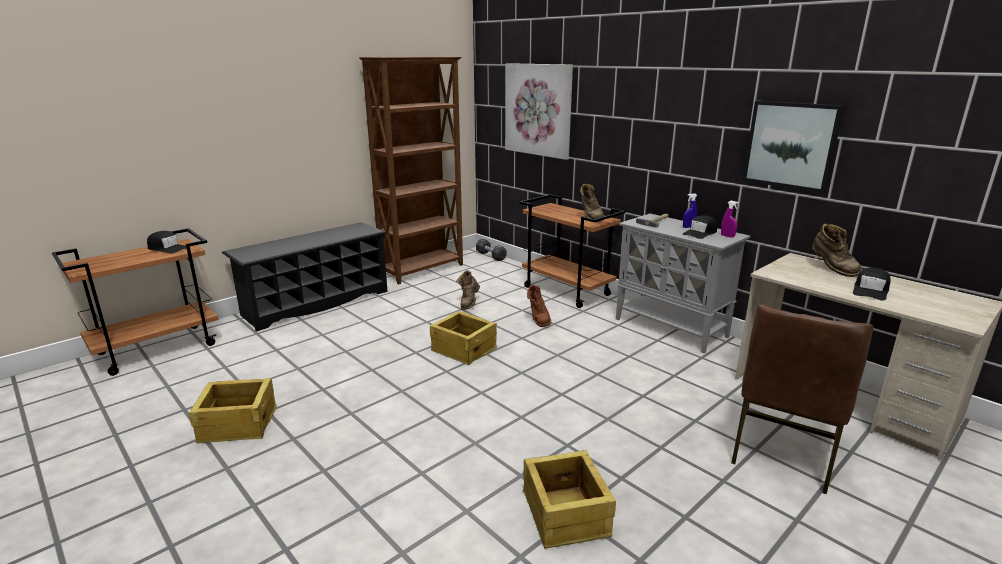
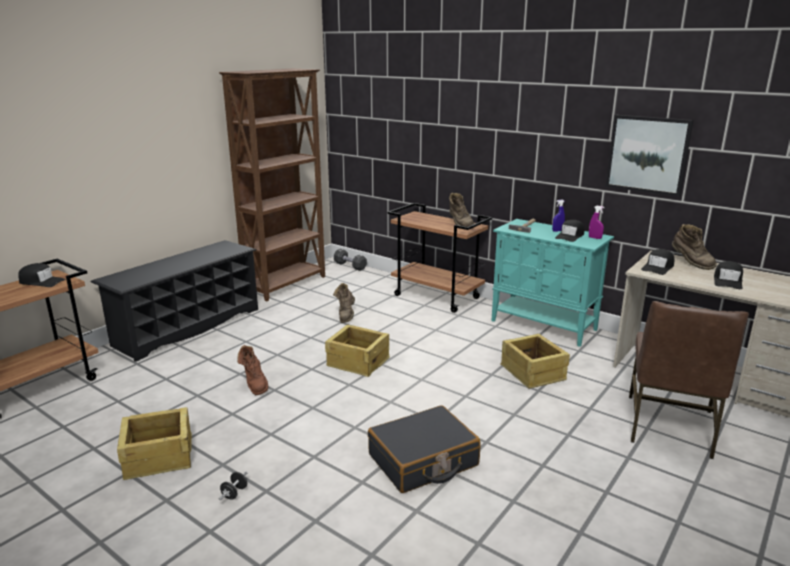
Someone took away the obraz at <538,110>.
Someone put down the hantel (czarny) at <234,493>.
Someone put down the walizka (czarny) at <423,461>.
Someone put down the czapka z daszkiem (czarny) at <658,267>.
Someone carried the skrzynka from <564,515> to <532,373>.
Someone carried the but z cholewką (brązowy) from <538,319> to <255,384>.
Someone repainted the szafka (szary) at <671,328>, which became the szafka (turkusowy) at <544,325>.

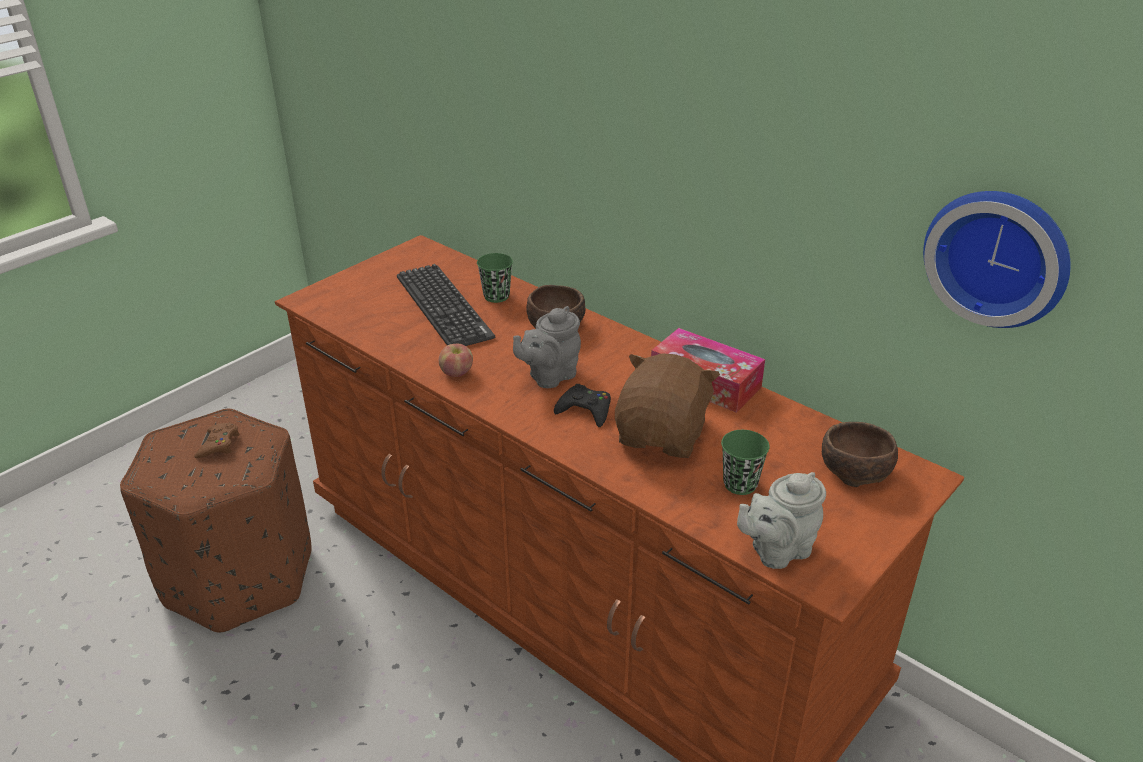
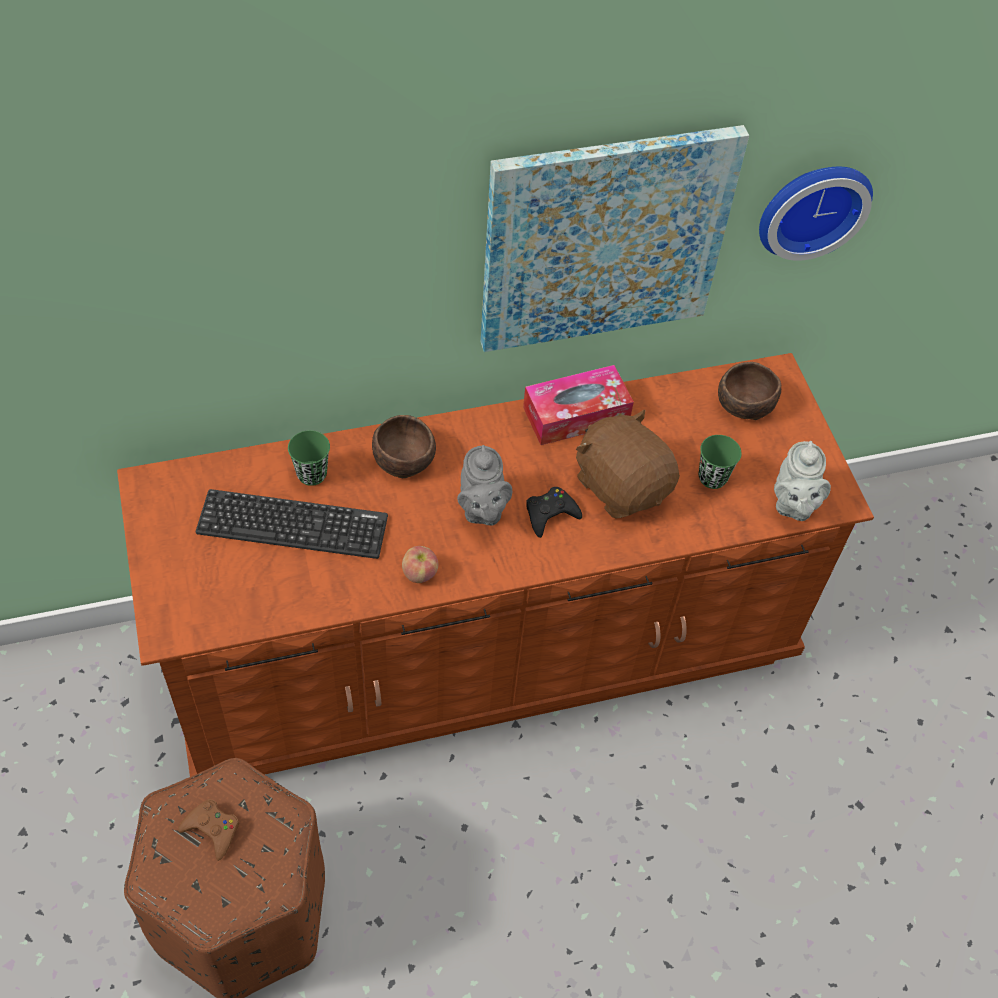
Someone put up the obraz at <604,239>.

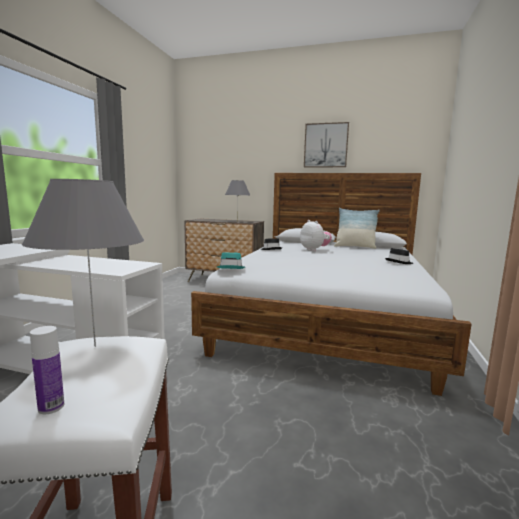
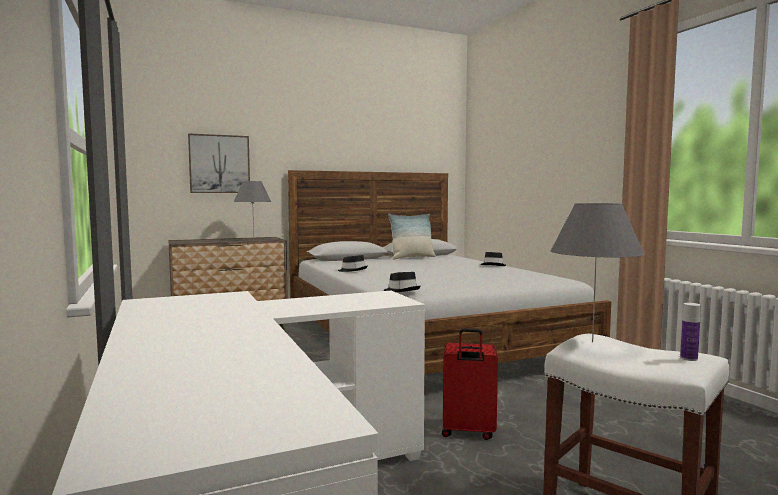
Someone took away the pluszak at <314,250>.
Someone put down the walizka (czerwony) at <468,432>.
Someone carried the obraz from <326,145> to <219,164>.
Someone repainted the kapelusz (turkusowy) at <231,268>, which became the kapelusz (czarny) at <401,290>.

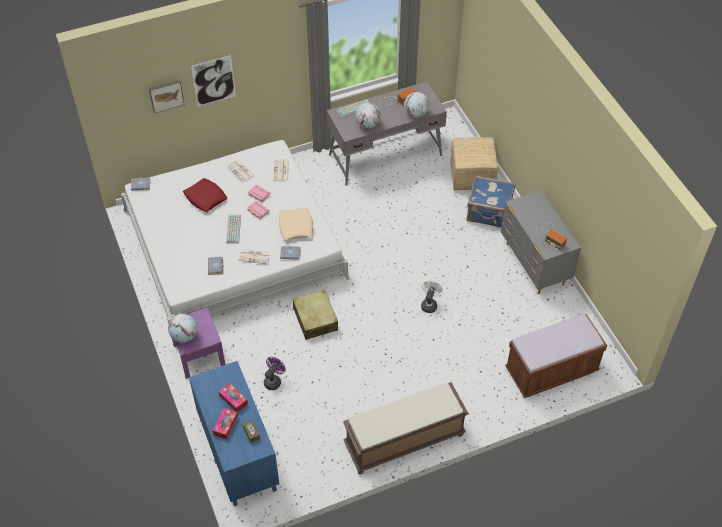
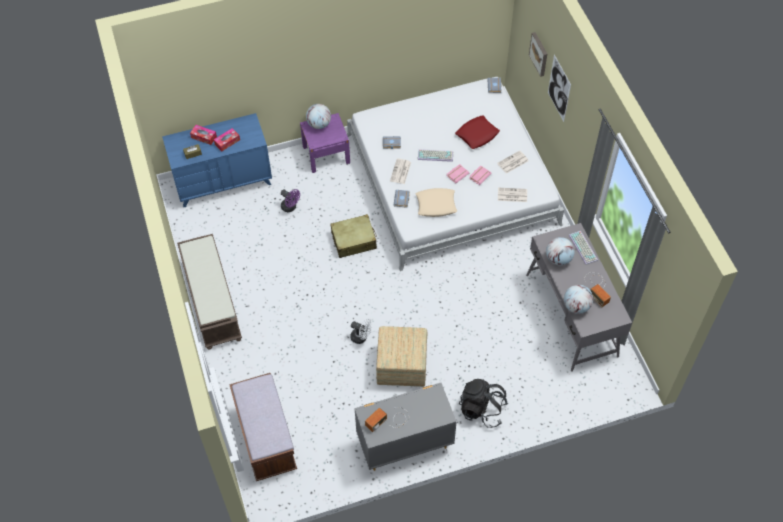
Someone carried the pufa from <472,176> to <401,366>.
Someone swapped the walizka (niebieski) at <489,213> for the plecak (czarny) at <482,409>.

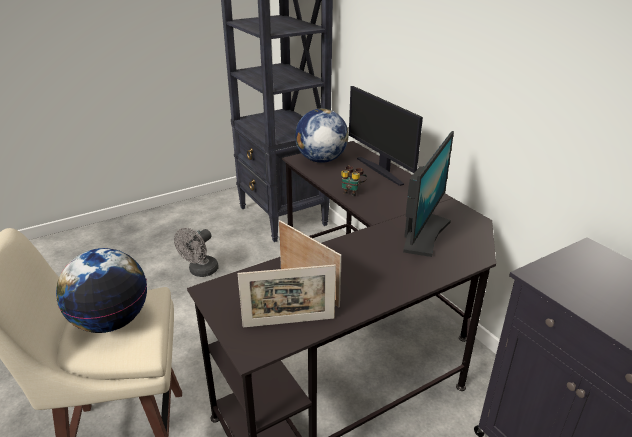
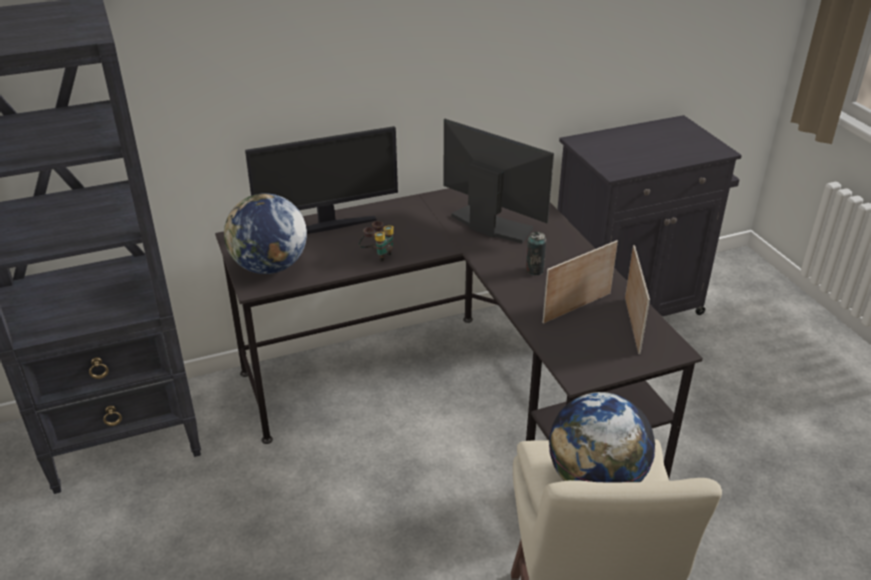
Someone took away the wentylator (szary) at <200,272>.
Someone put down the puszka at <534,270>.

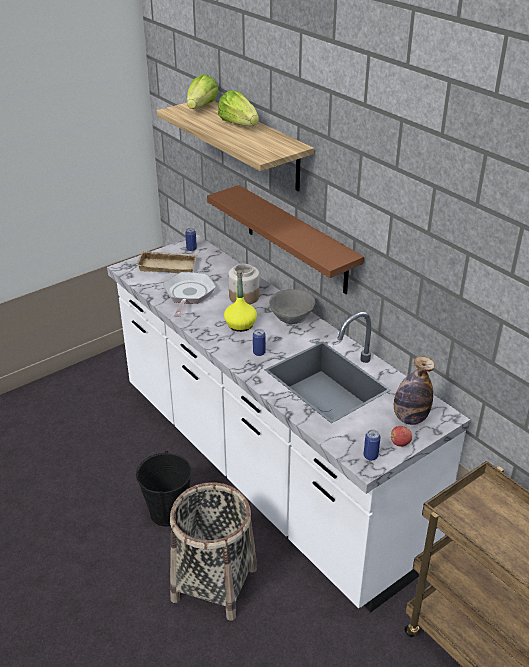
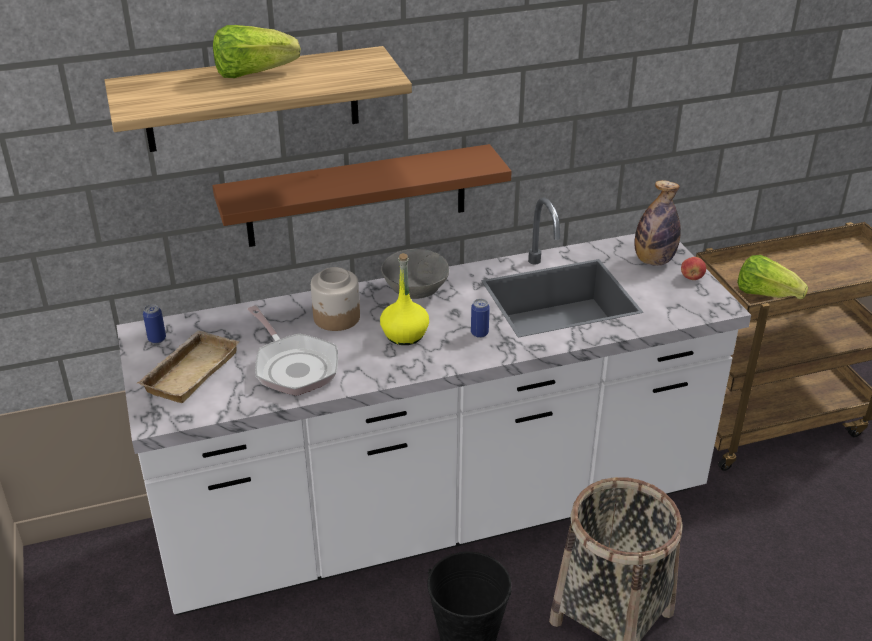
Someone took away the puszka at <370,456>.
Someone carried the sałata from <201,107> to <765,294>.
Someone rotated the patelnia at <188,295> by 150 degrees counterclockwise.

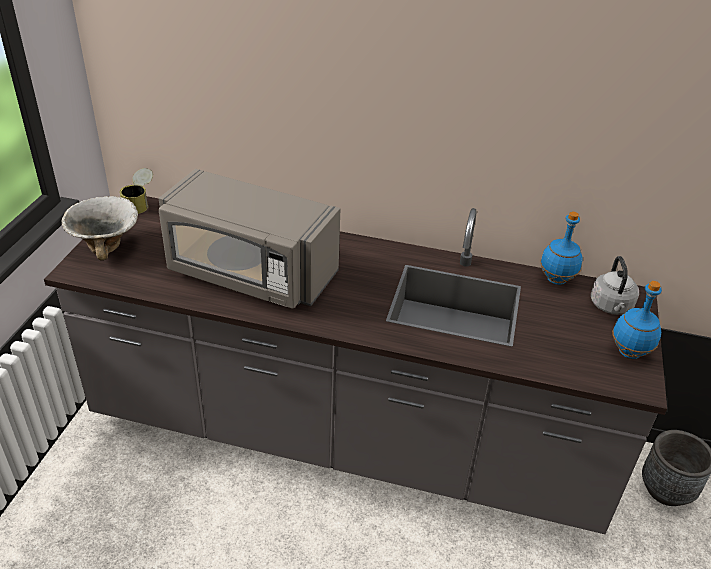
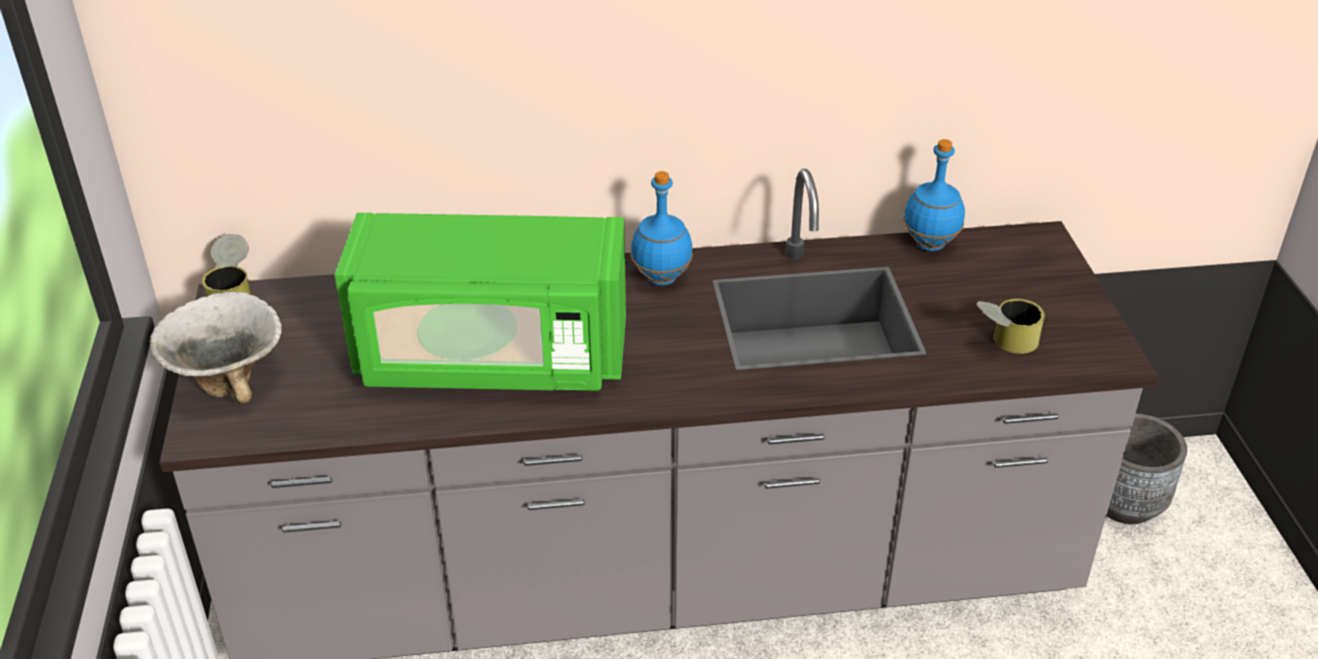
Someone took away the czajnik (szary) at <611,307>.
Someone put down the puszka at <1003,343>.
Someone carried the butelka (niebieski) from <629,353> to <661,279>.
Someone repainted the mikrofalówka (szary) at <250,273>, which became the mikrofalówka (zielony) at <492,358>.

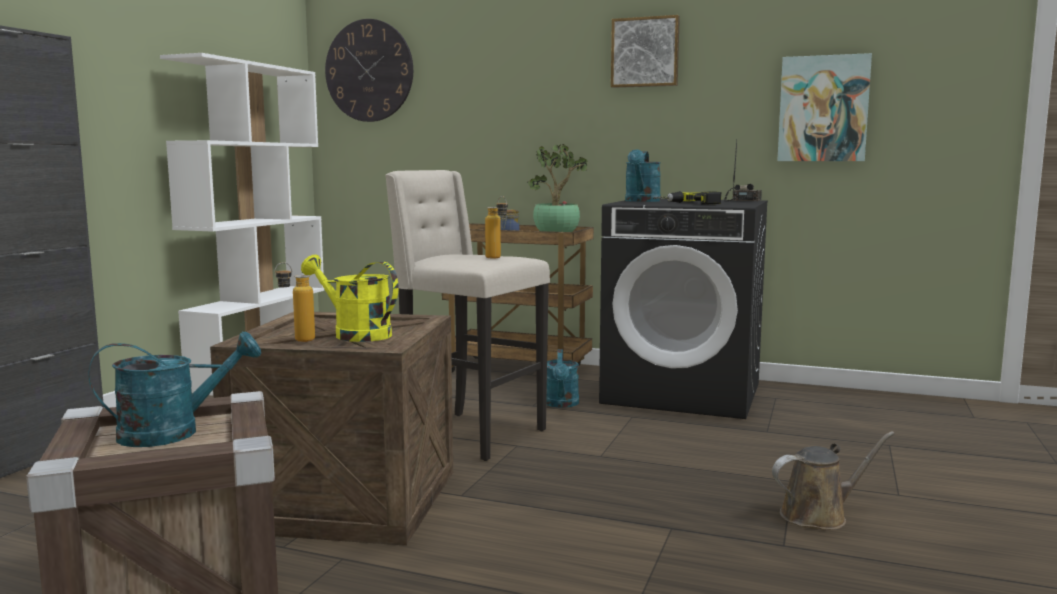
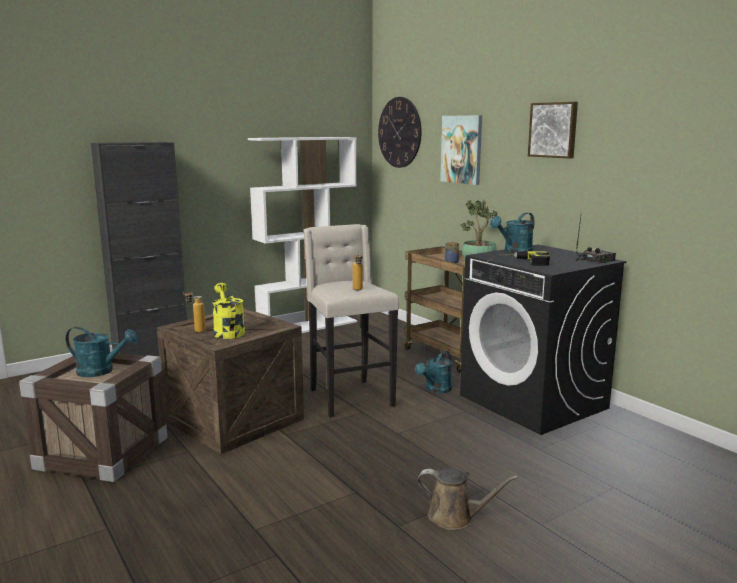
Someone carried the obraz from <823,109> to <462,149>.

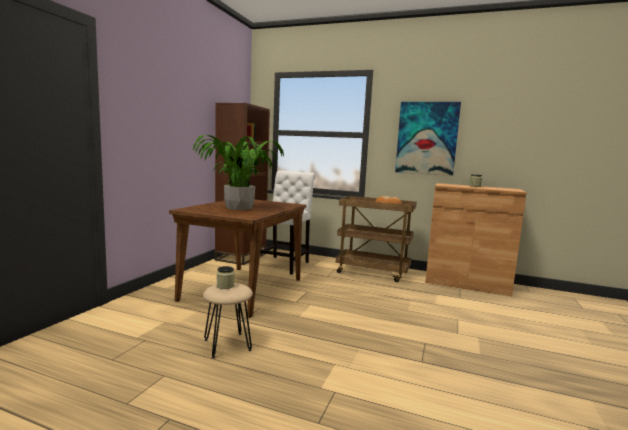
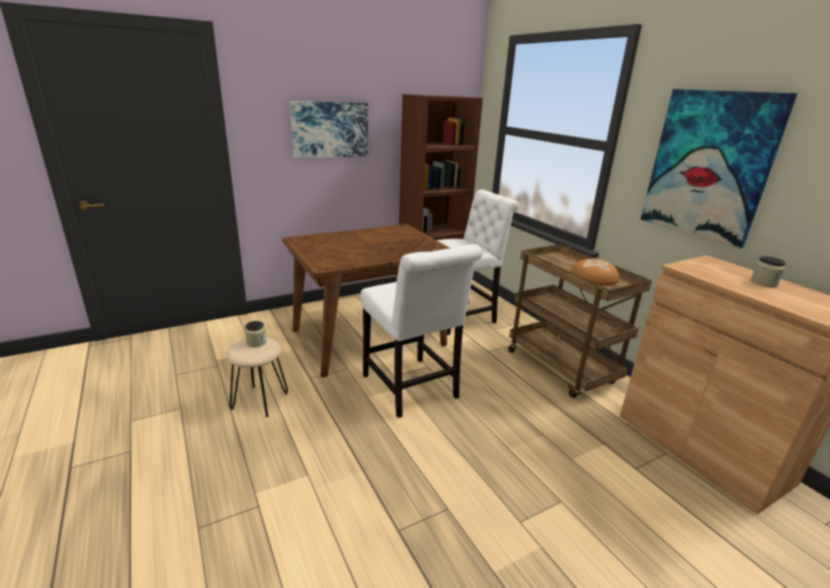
Someone took away the roślina doniczkowa at <239,208>.
Someone put up the obraz at <330,129>.
Someone put down the krzesło (biały) at <412,389>.

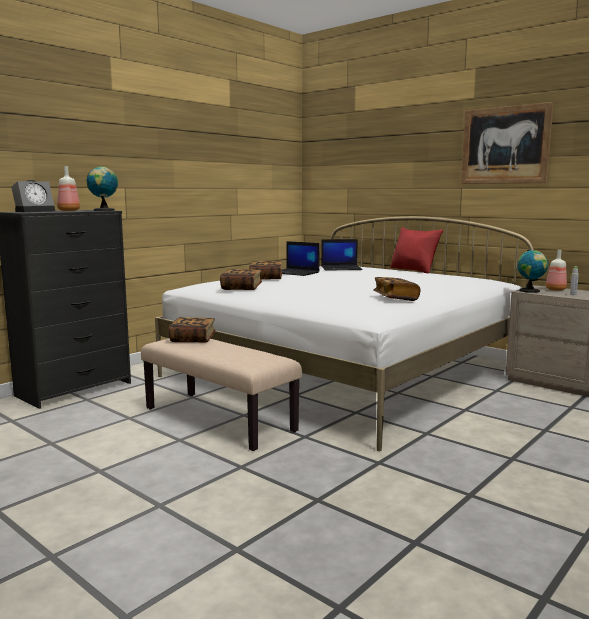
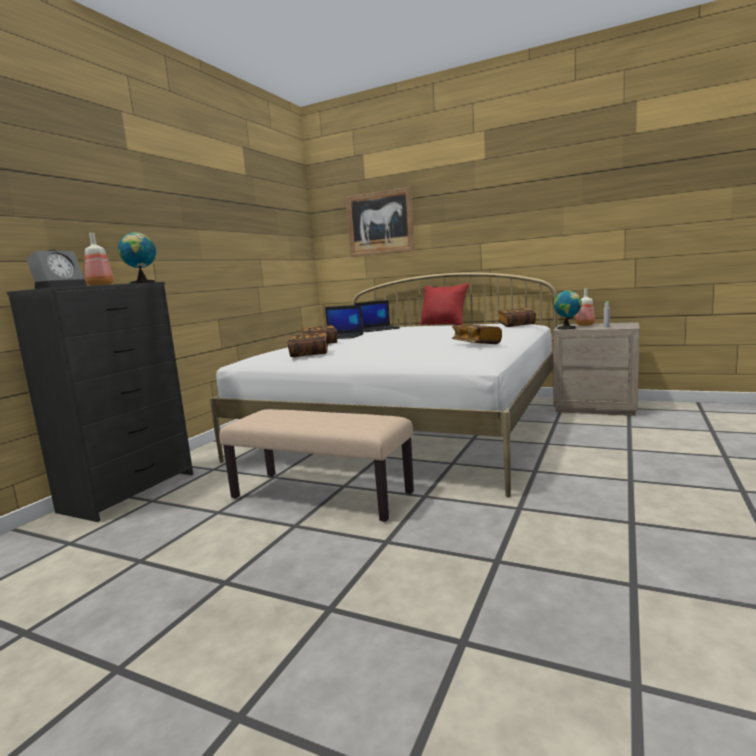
Someone carried the książka from <193,339> to <516,325>.
Someone carried the obraz from <505,145> to <380,223>.

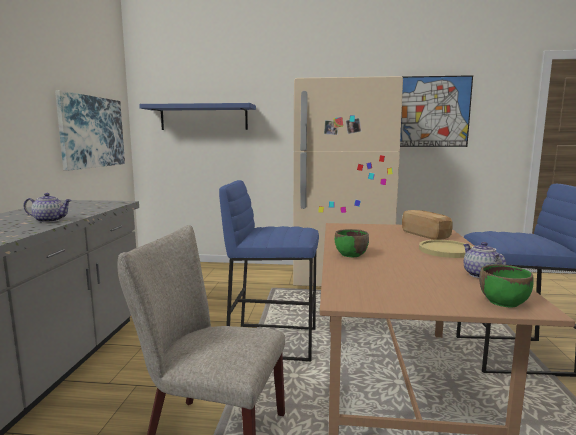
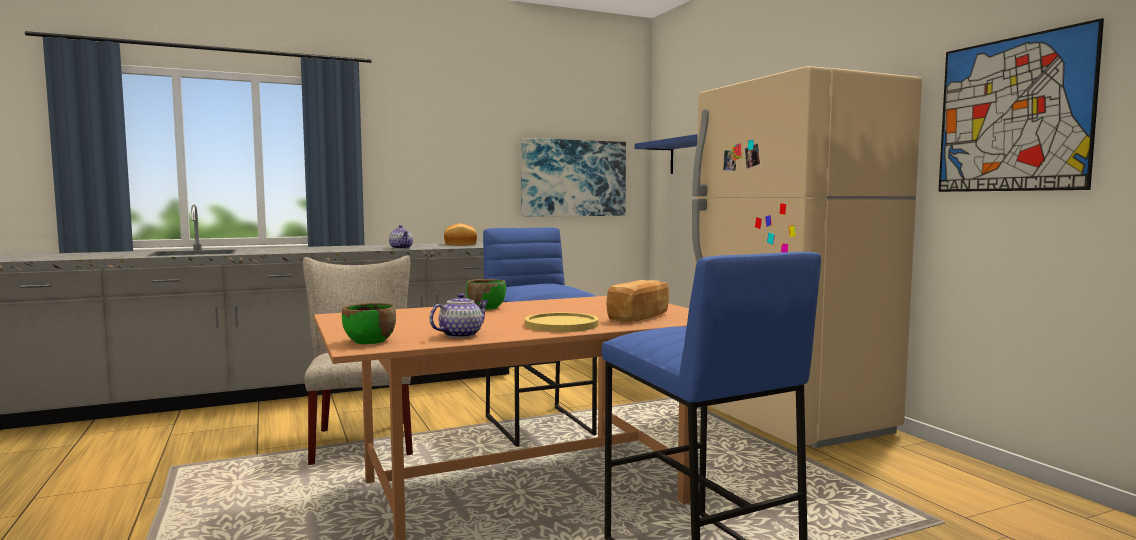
Someone put down the chleb at <461,244>.

